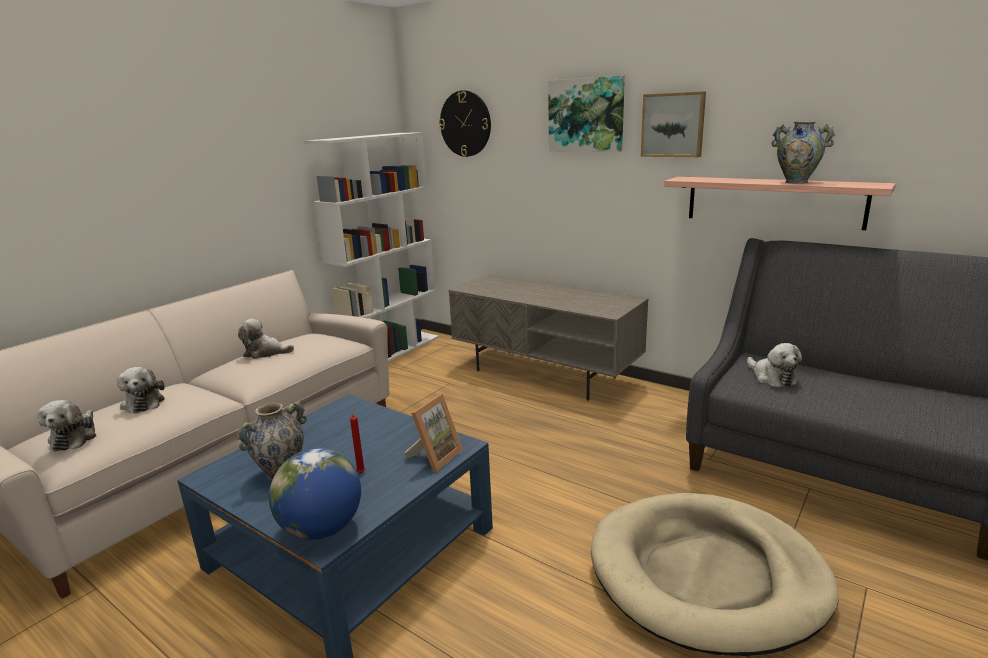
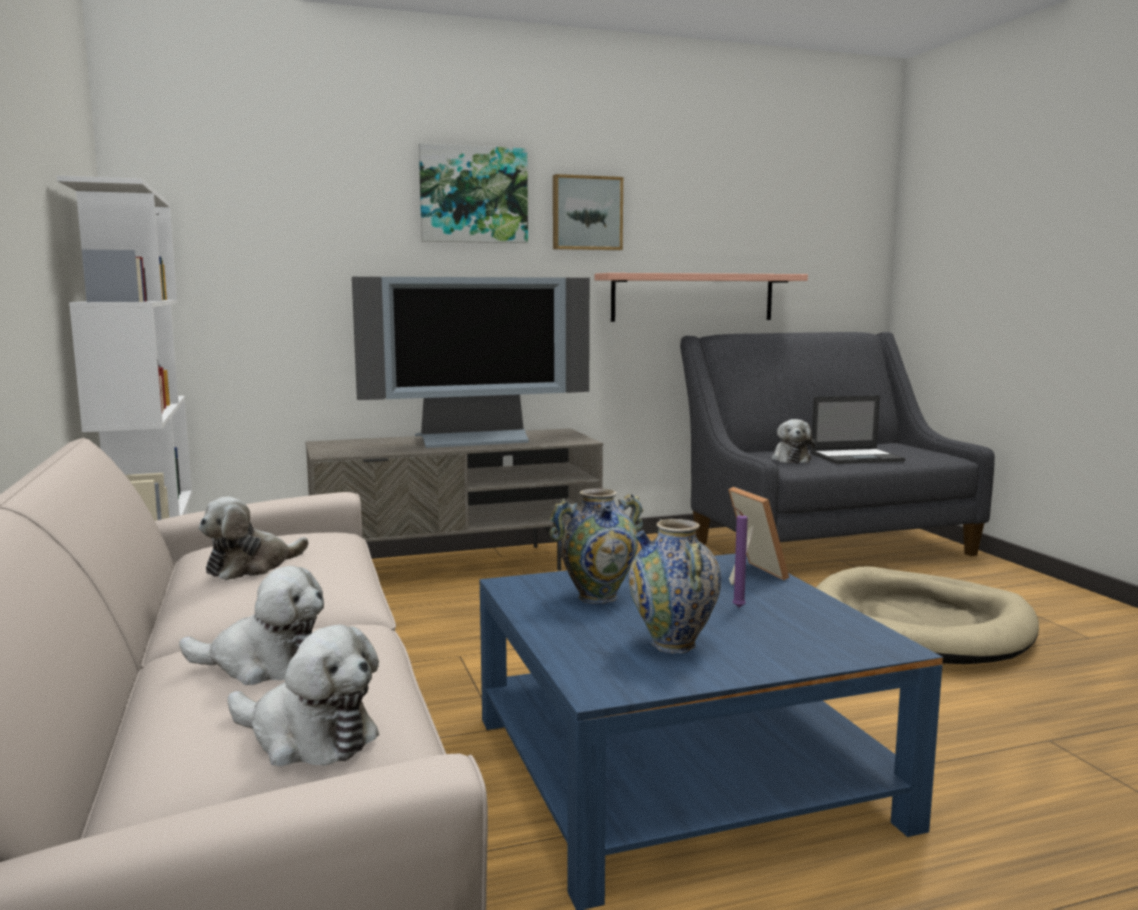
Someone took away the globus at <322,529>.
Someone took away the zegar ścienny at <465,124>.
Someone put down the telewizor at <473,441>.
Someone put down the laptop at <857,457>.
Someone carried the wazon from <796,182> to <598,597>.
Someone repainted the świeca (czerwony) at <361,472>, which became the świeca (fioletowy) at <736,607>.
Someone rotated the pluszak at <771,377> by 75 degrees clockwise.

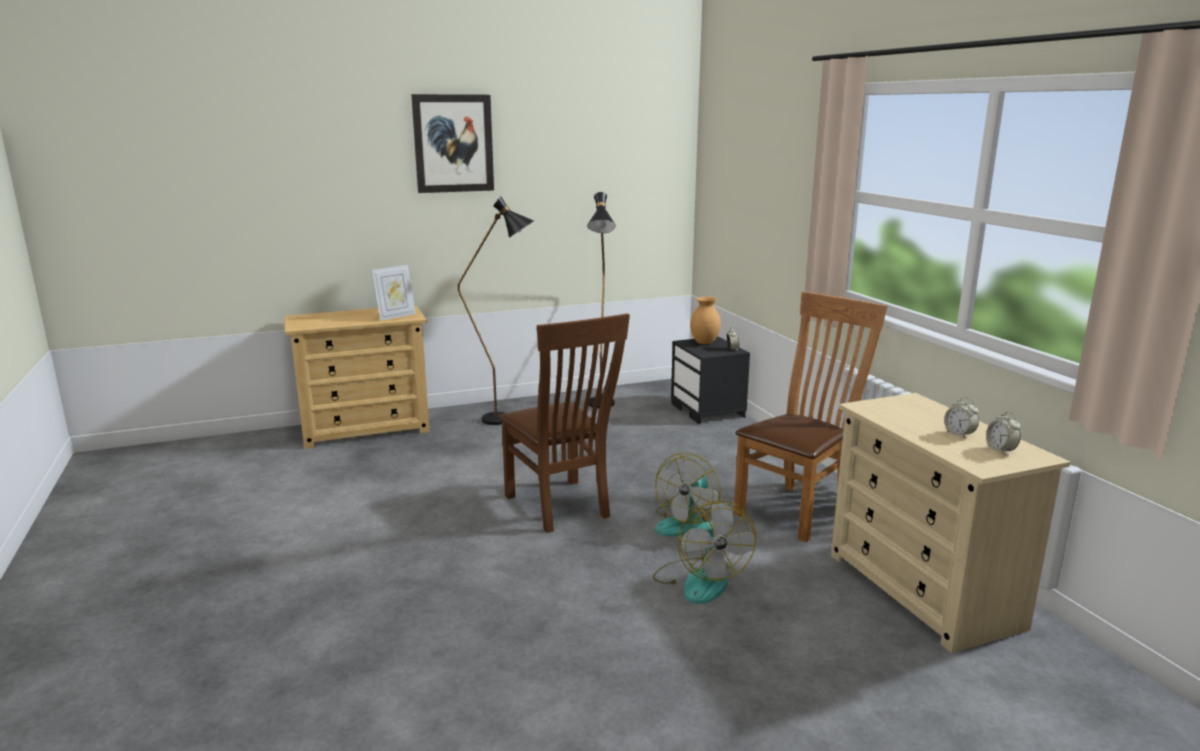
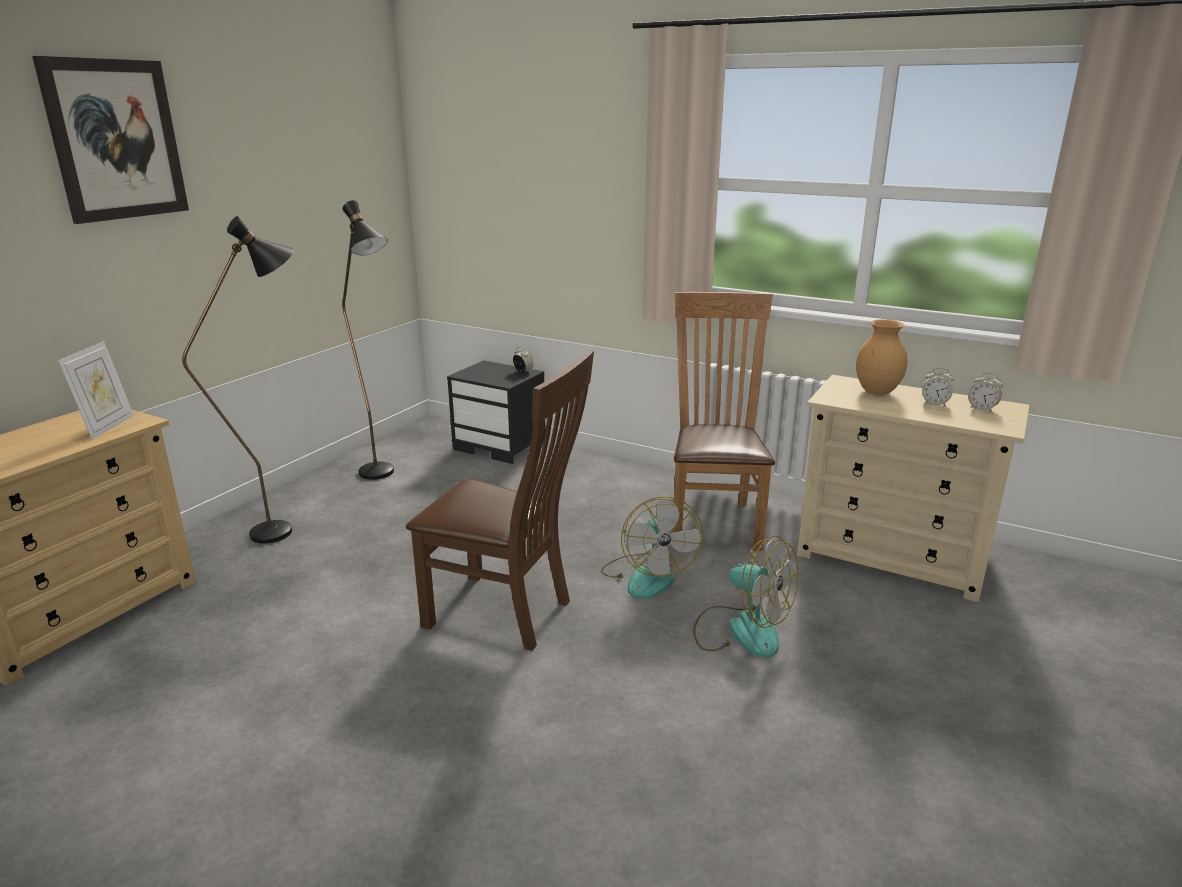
Someone carried the wazon (brązowy) from <705,343> to <877,392>.

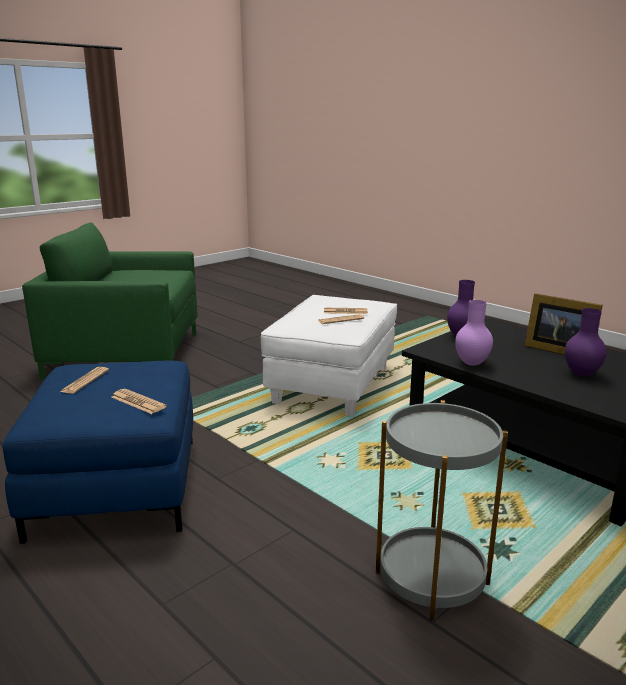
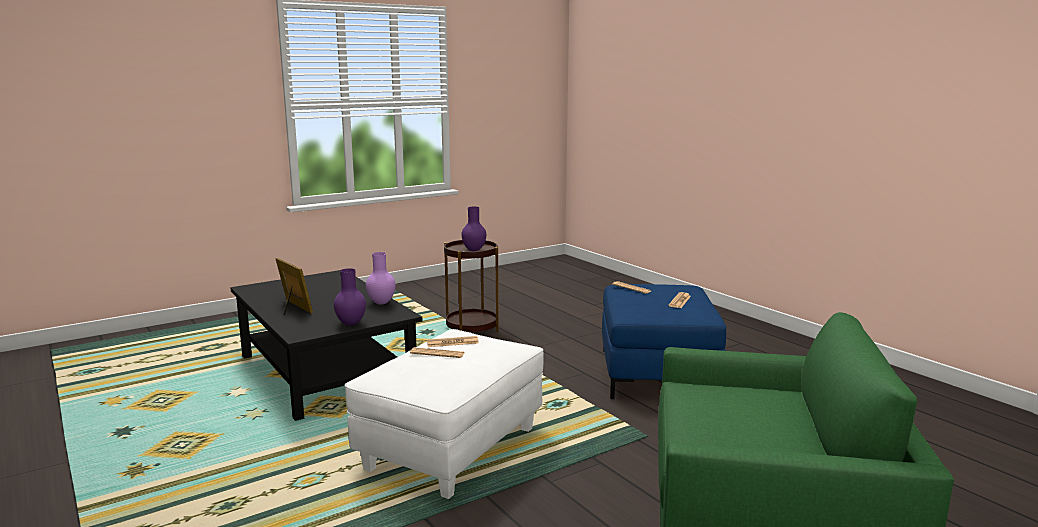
Someone carried the wazon (fioletowy) from <580,374> to <474,250>.
Someone repainted the stolik (szary) at <431,578>, which became the stolik (brązowy) at <472,328>.

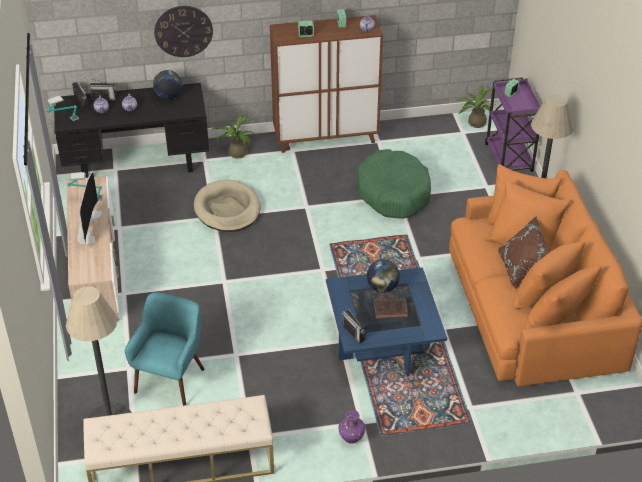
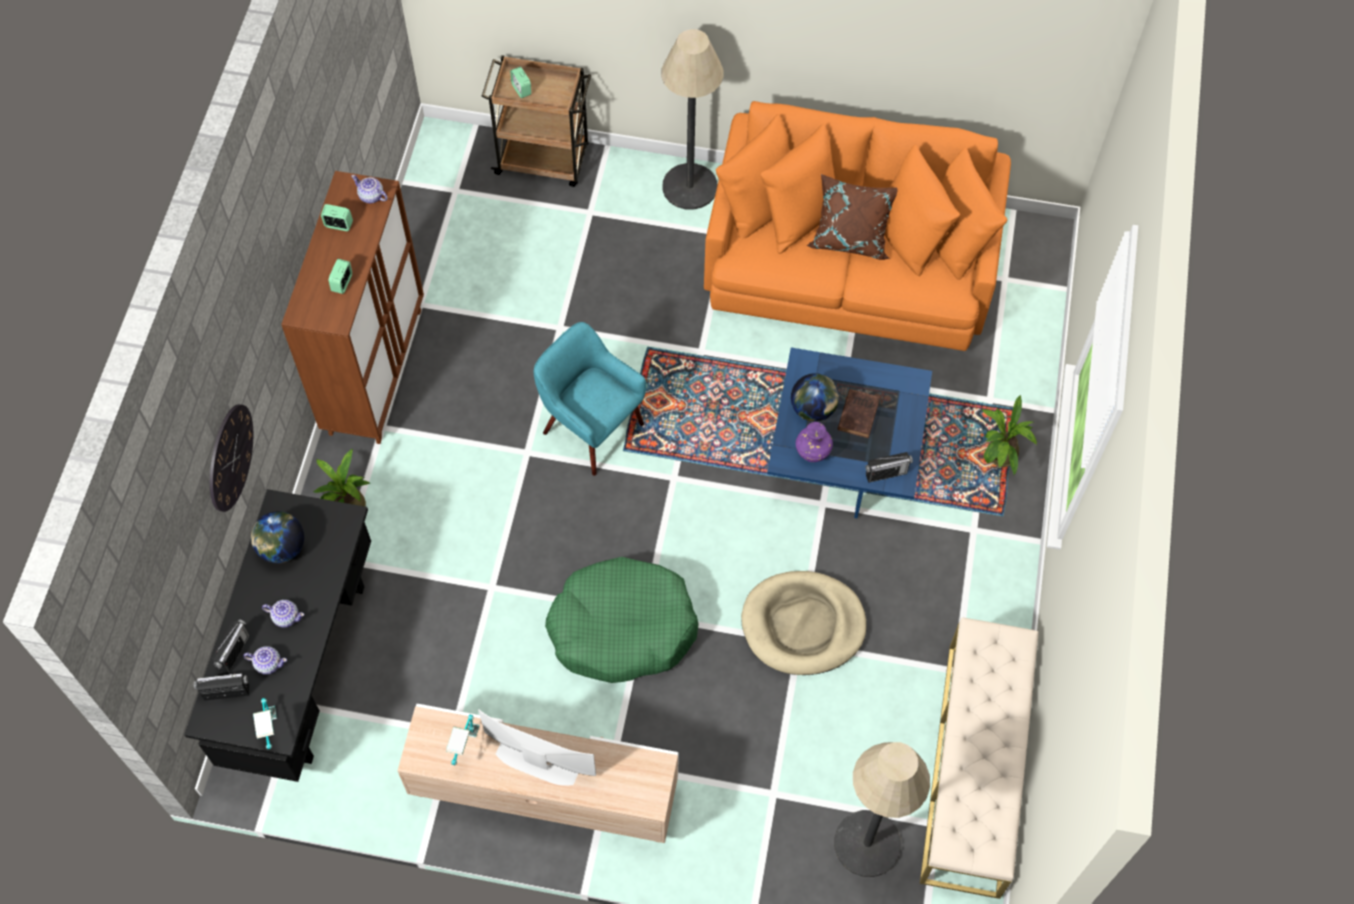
Someone carried the fotel (turkusowy) from <171,380> to <591,428>.
Someone carried the legowisko (beżowy) from <227,209> to <803,625>.
Someone carried the wazon (fioletowy) from <351,437> to <812,453>.
Someone carried the legowisko (zielony) from <393,193> to <622,628>.
Someone carried the roślina doniczkowa from <474,123> to <999,457>.
Someone repainted the wózek (fioletowy) at <509,159>, which became the wózek (brązowy) at <544,160>.

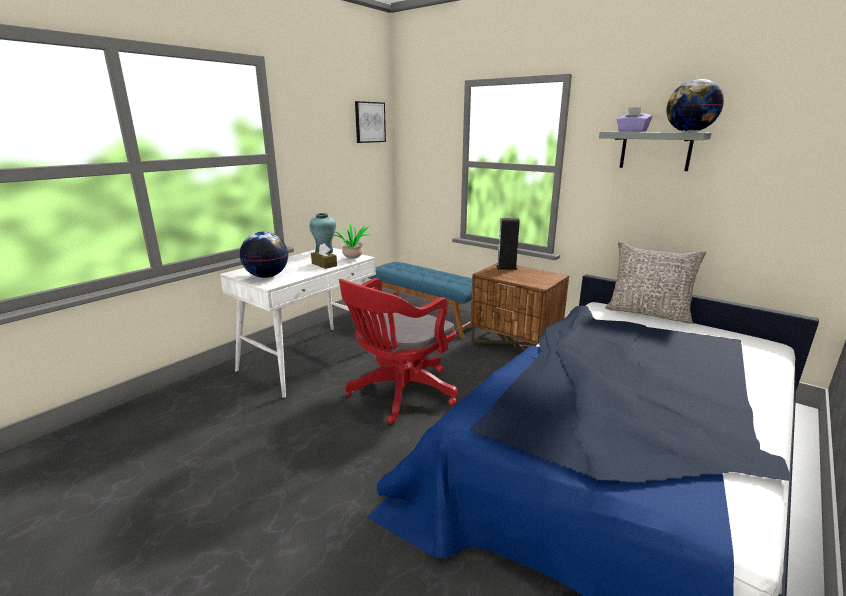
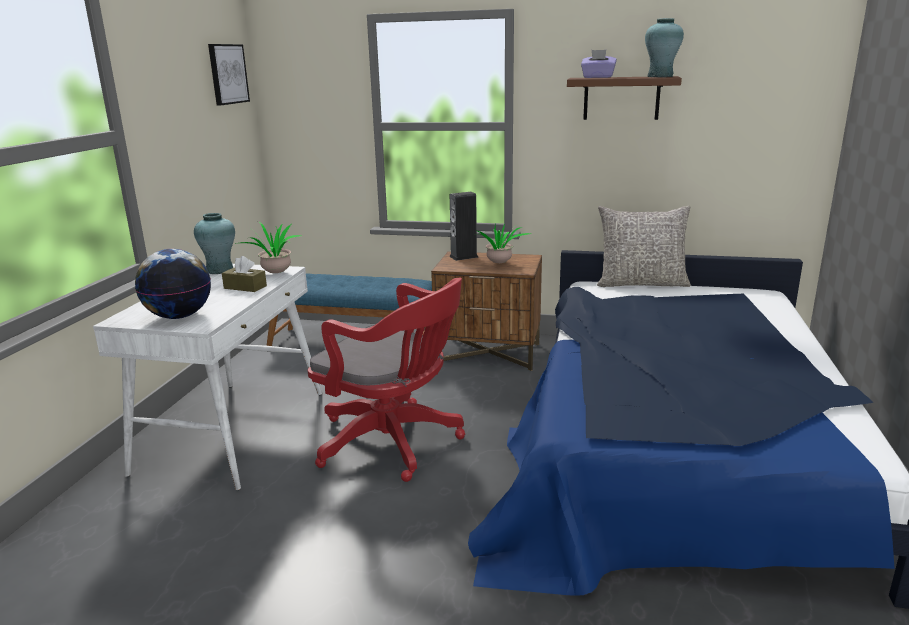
Someone put down the roślina doniczkowa at <499,264>.
Someone swapped the globus at <688,132> for the wazon (turkusowy) at <660,76>.
Someone repainted the półka (szary) at <655,150>, which became the półka (brązowy) at <621,98>.
Someone rotated the krzesło biurowe (czerwony) at <398,394> by 75 degrees counterclockwise.

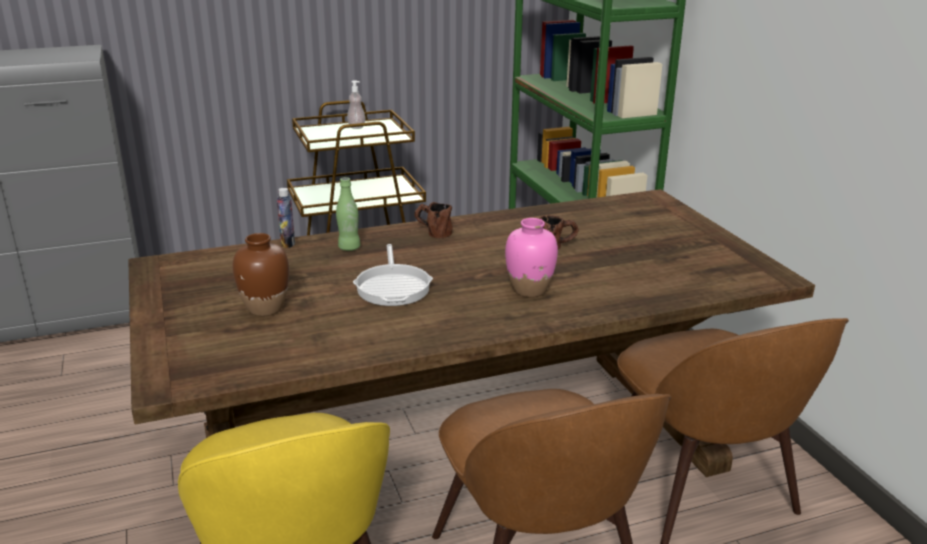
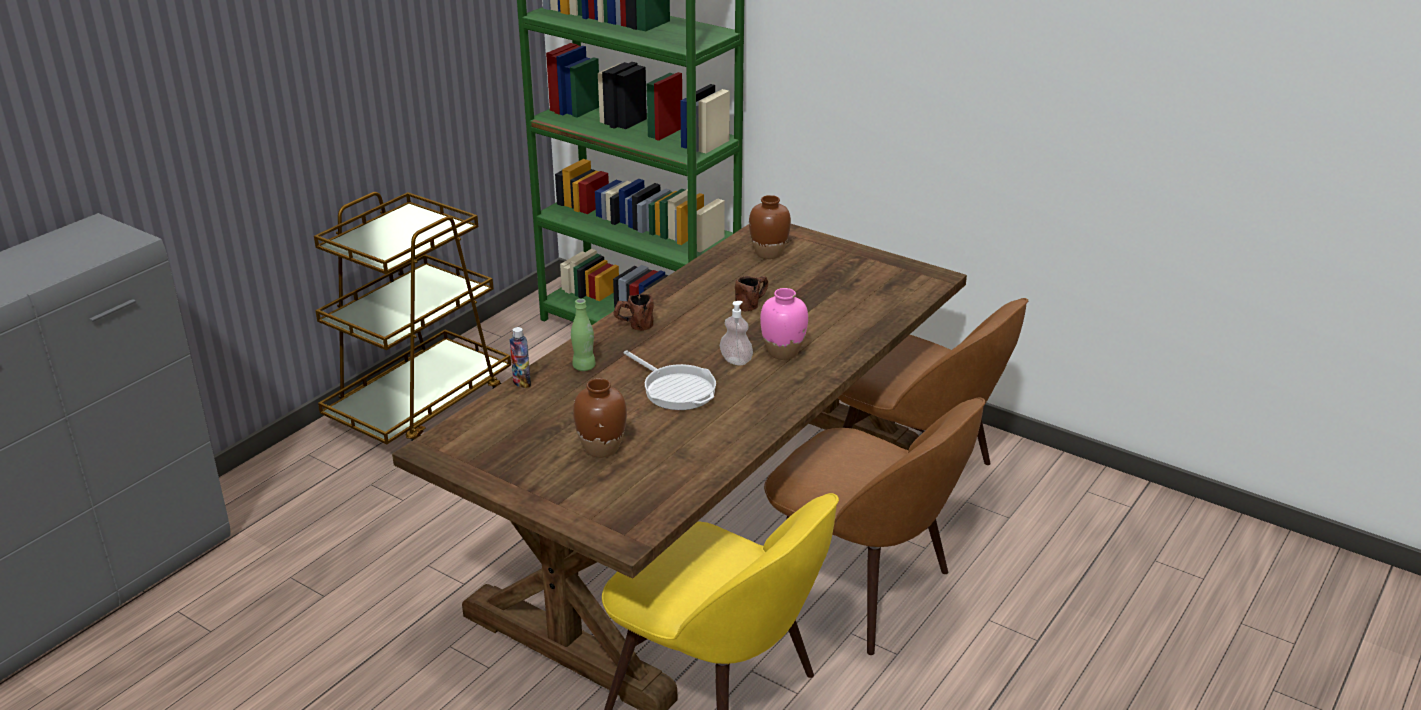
Someone put down the wazon (brązowy) at <768,253>.
Someone carried the dozownik mydła from <356,127> to <736,360>.

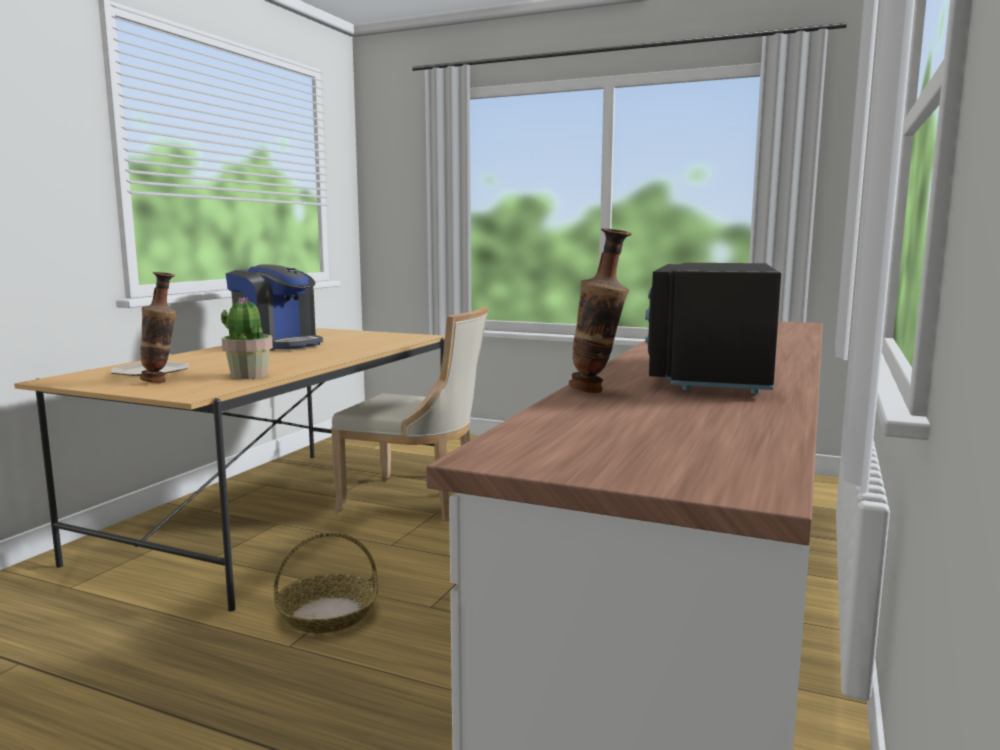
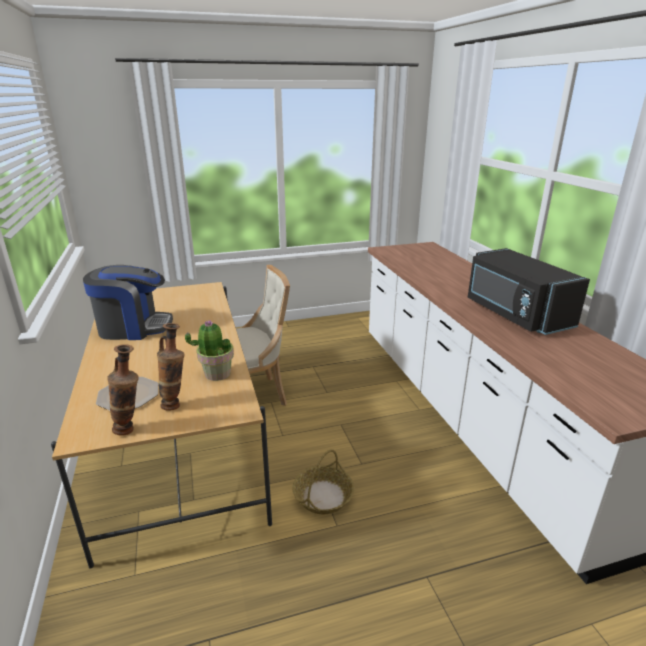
Someone carried the wazon from <597,392> to <131,429>.

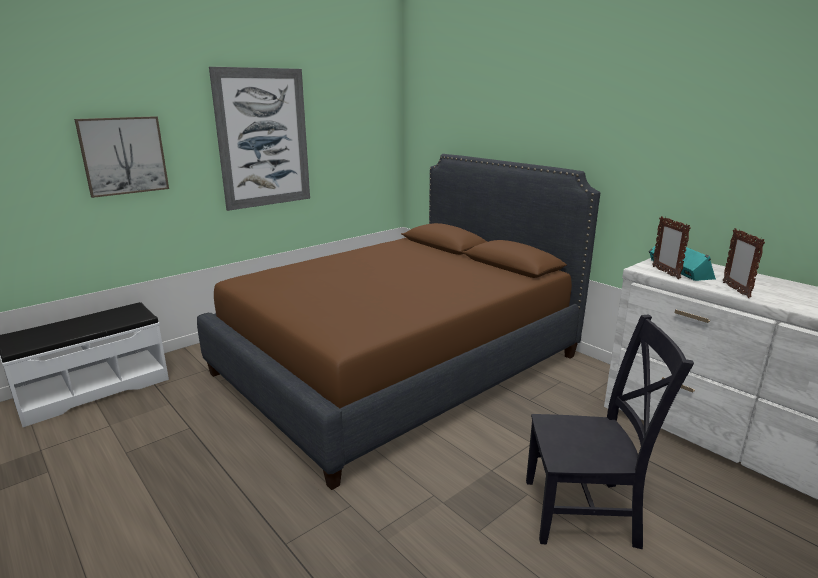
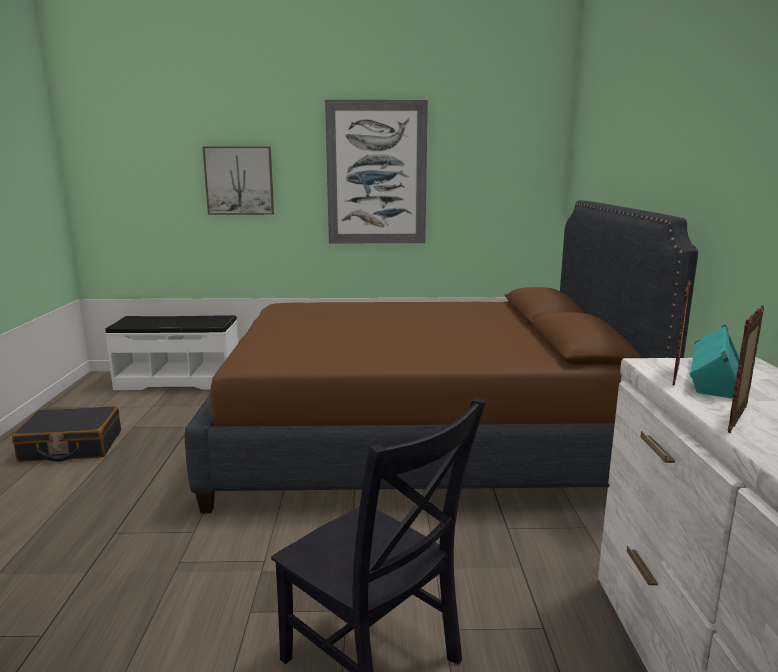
Someone put down the walizka (czarny) at <71,446>.

